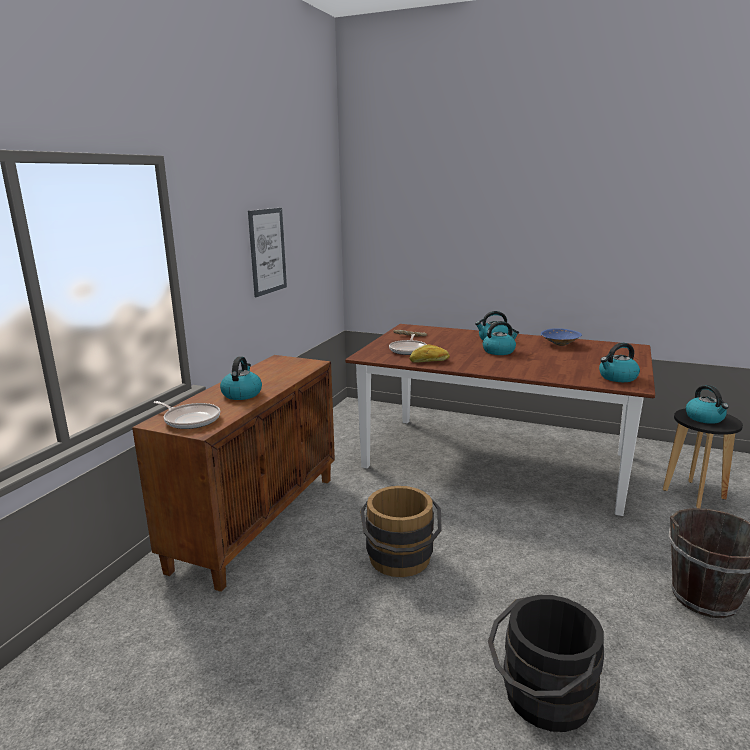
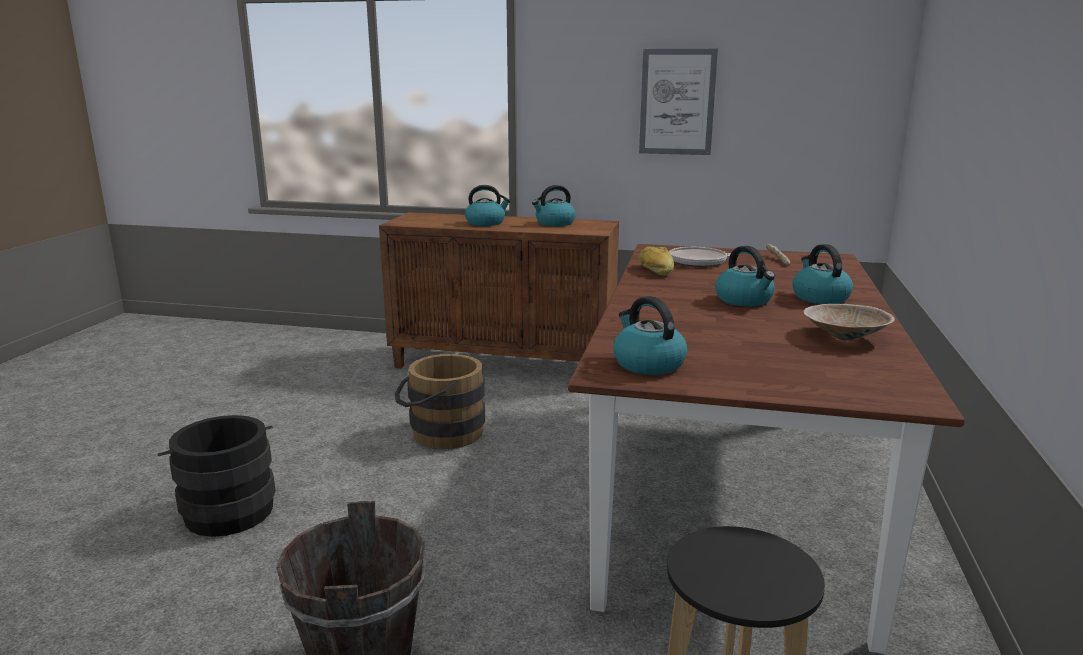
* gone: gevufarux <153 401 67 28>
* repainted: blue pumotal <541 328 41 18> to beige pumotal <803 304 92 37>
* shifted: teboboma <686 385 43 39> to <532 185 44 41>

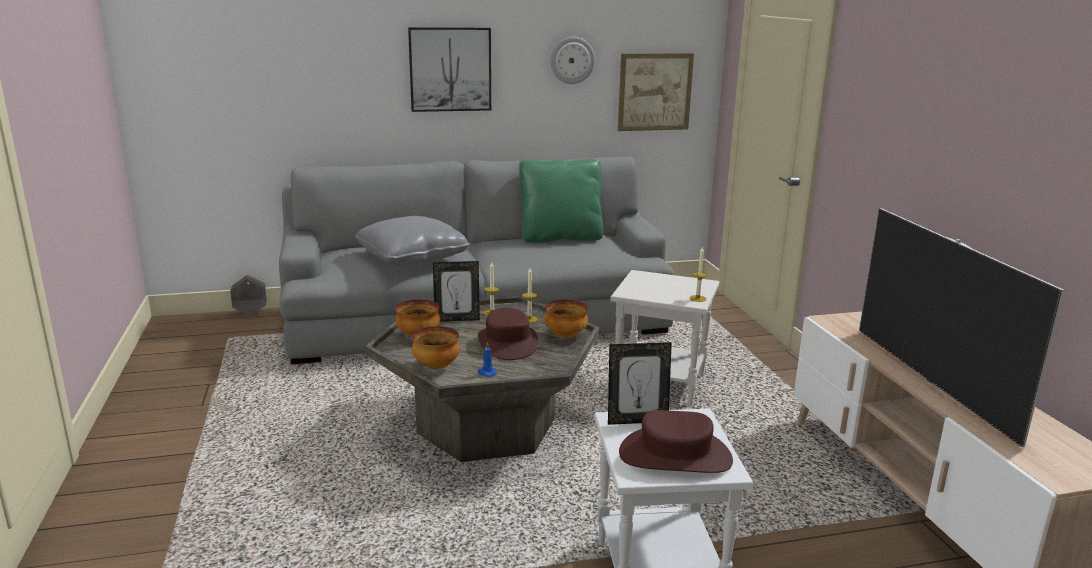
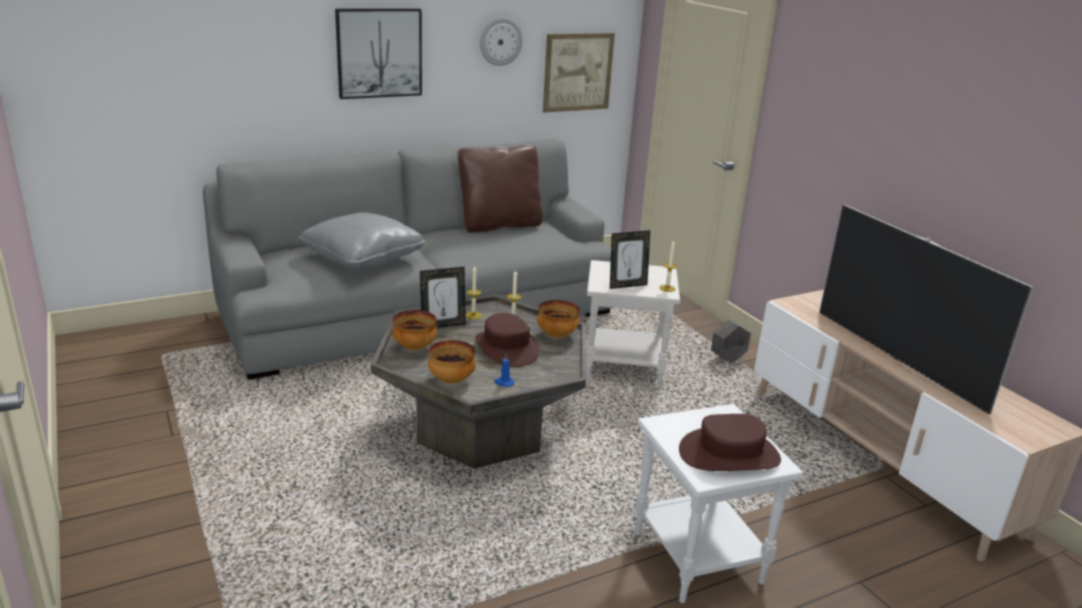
* shifted: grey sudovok <230 275 37 41> to <711 320 40 43>
* repainted: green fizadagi <519 159 85 84> to brown fizadagi <457 145 86 88>
* shifted: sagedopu <608 342 64 83> to <610 230 40 59>

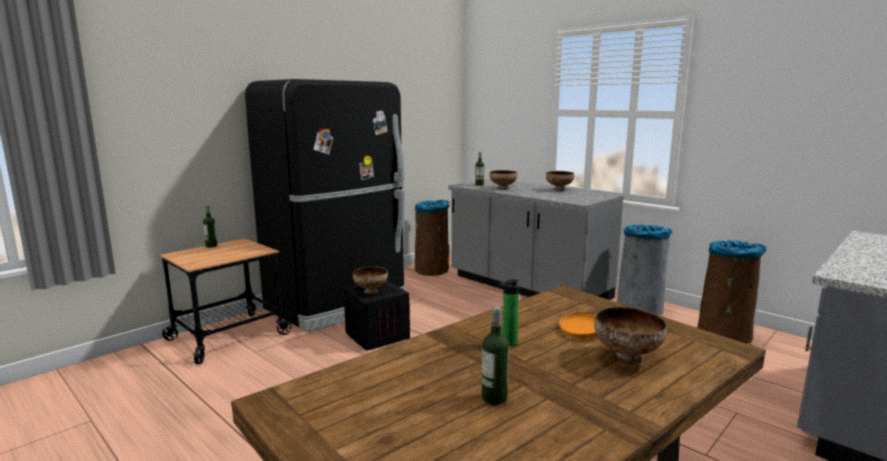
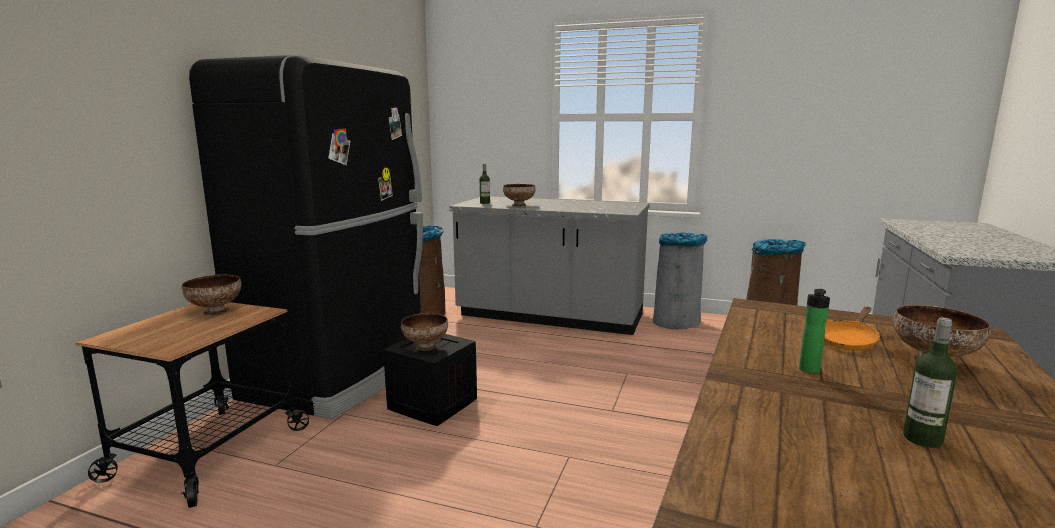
* gone: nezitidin <203 205 14 43>
* shifted: pumotal <546 171 28 20> to <182 275 59 40>

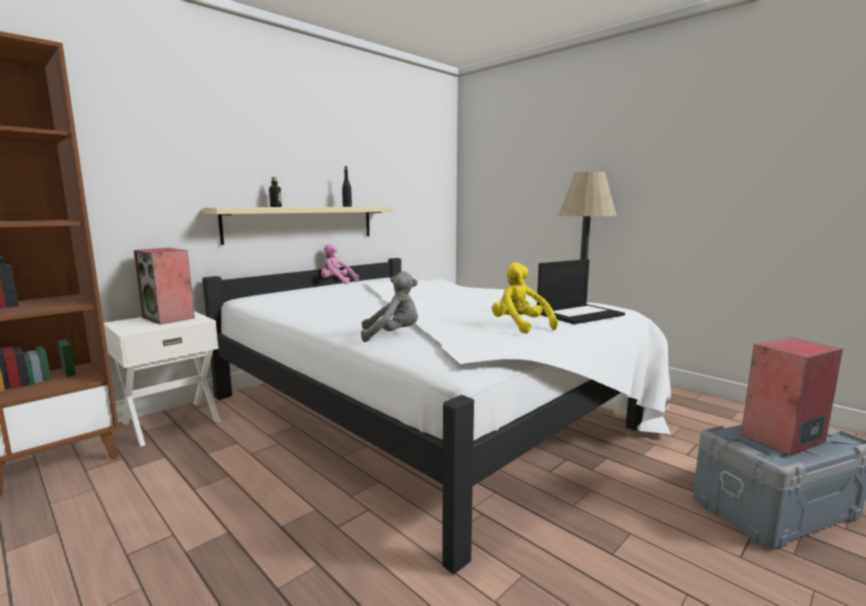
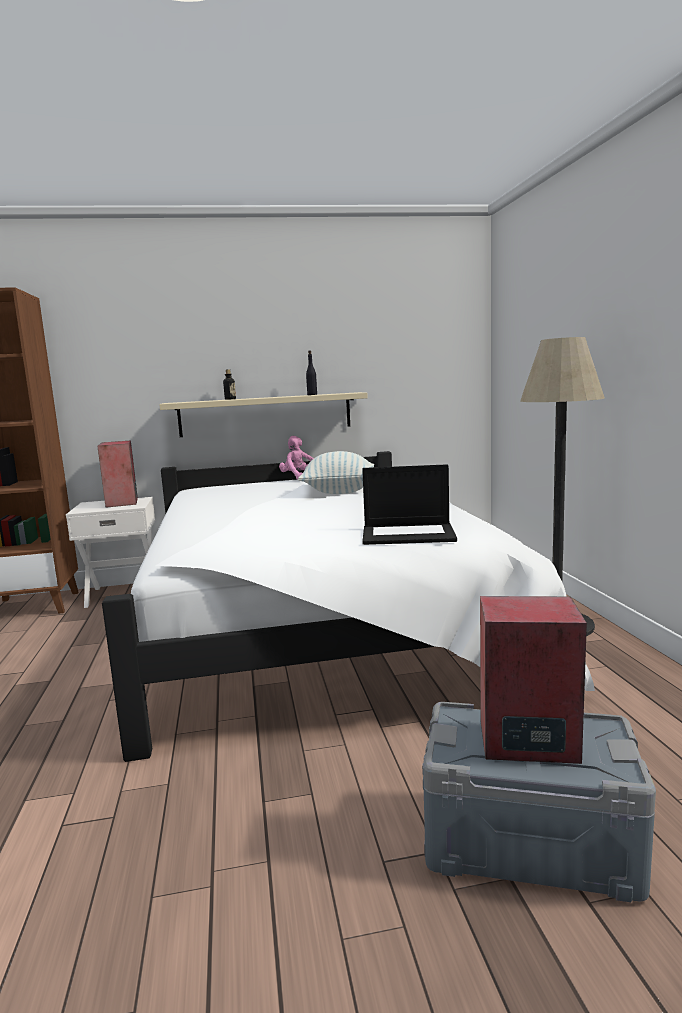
* gone: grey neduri <361 271 57 71>
* gone: yellow neduri <492 262 66 72>
* new: fizadagi <298 451 76 43>

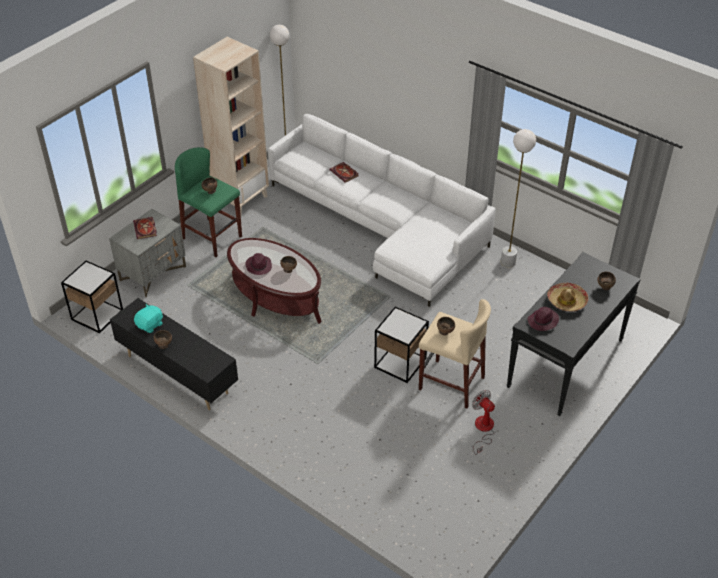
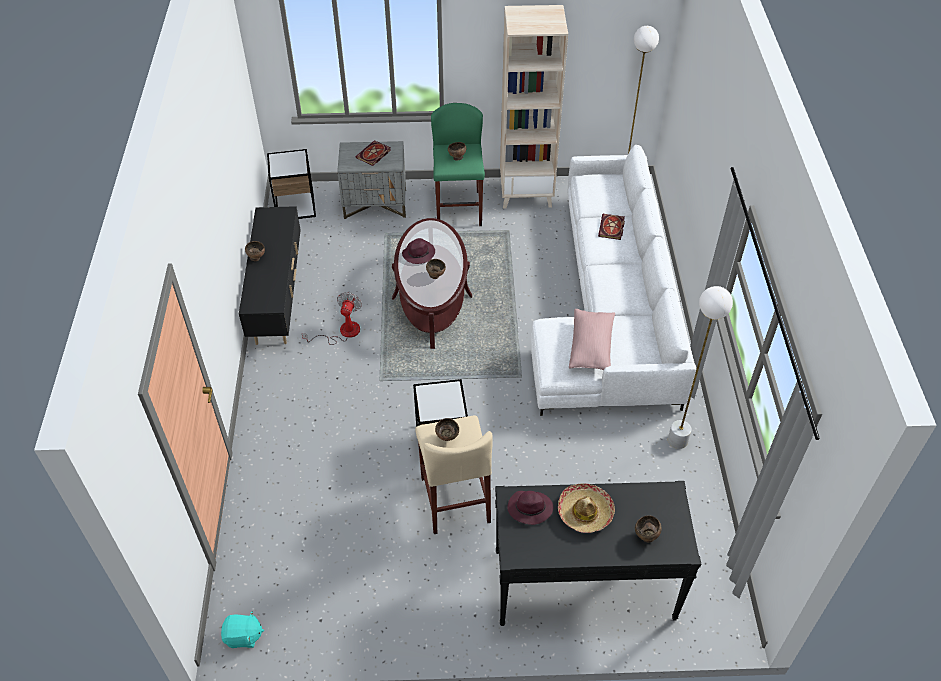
* shifted: turquoise neduri <134 304 29 29> to <221 611 43 37>
* shifted: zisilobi <472 390 23 65> to <302 292 60 53>
* new: pink fizadagi <569 309 46 61>

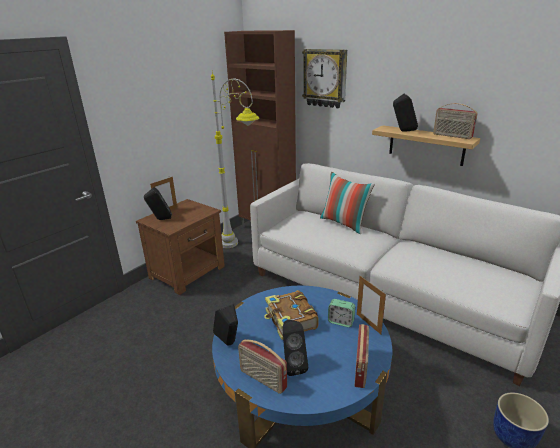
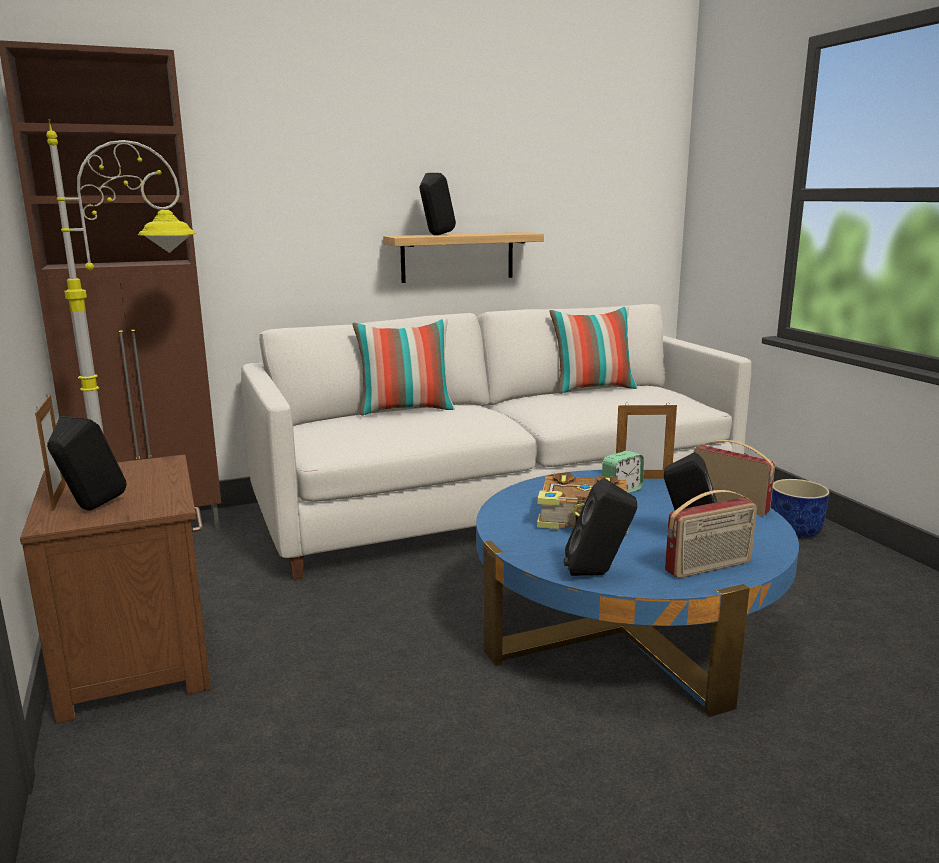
* gone: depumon <302 49 45 59>
* gone: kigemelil <433 103 45 36>
* new: fizadagi <549 306 88 88>

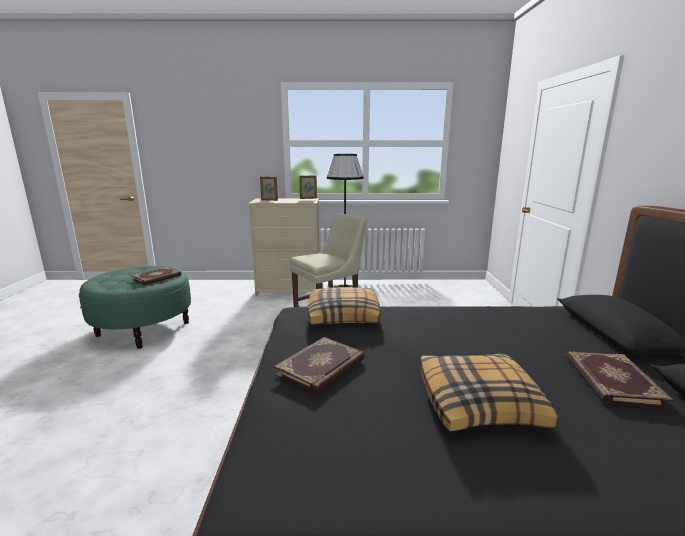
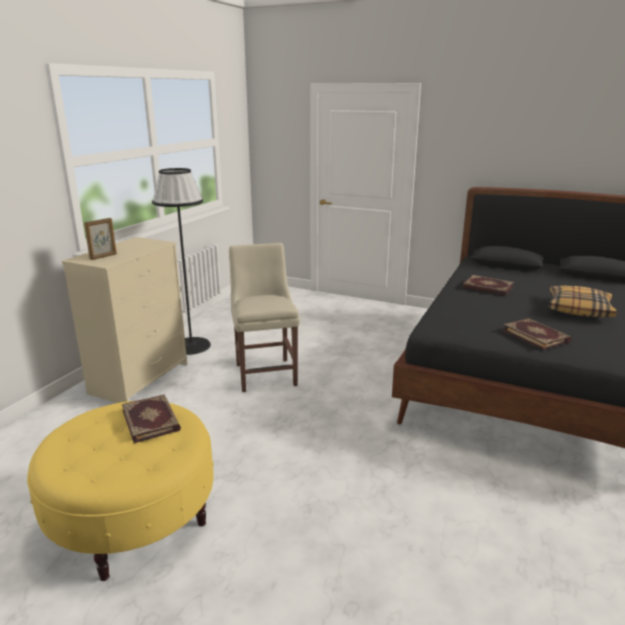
* repainted: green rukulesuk <79 266 112 83> to yellow rukulesuk <27 401 187 180>
* gone: sagedopu <299 175 18 24>
* gone: fizadagi <308 287 73 37>
* shifted: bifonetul <566 351 107 59> to <463 275 51 20>

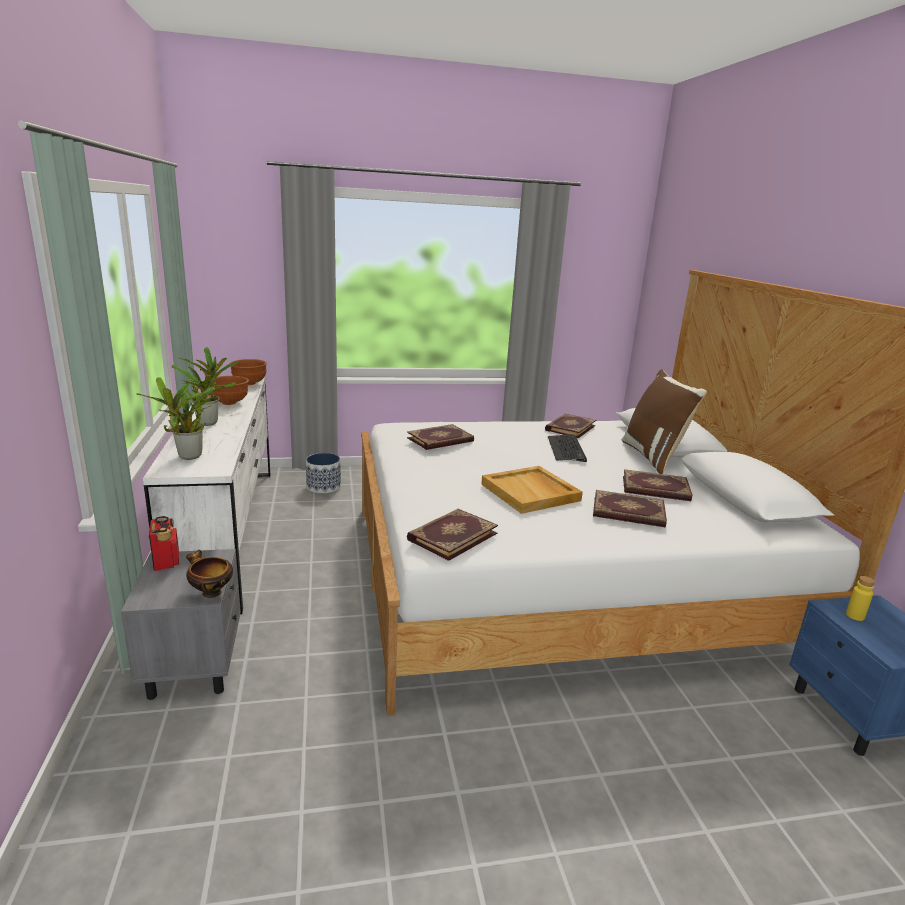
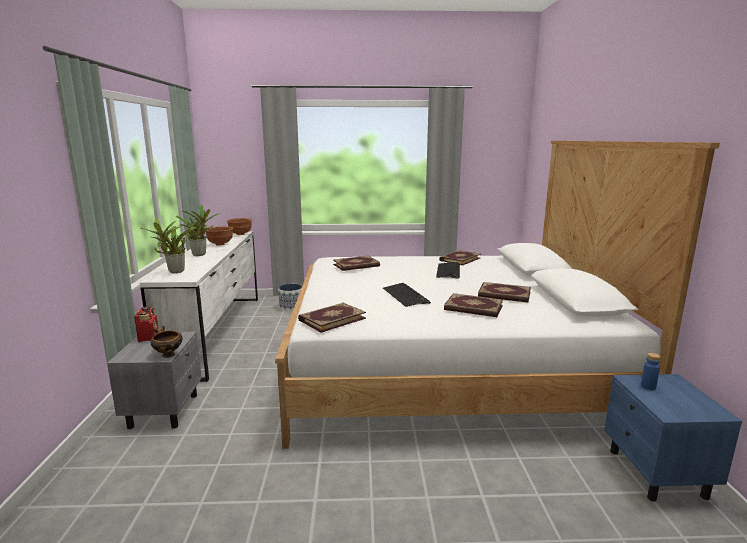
* swapped: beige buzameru <481 466 102 48> to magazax <383 283 48 24>
* gone: brown fizadagi <622 369 85 105>
* repainted: yellow nezitidin <846 576 29 45> to blue nezitidin <641 353 19 37>

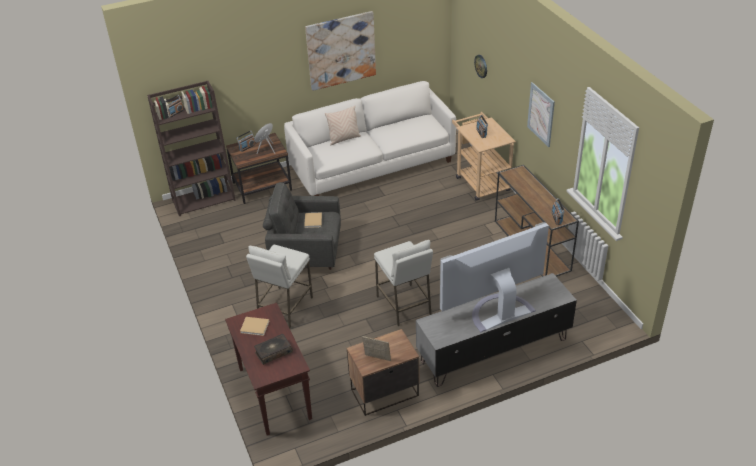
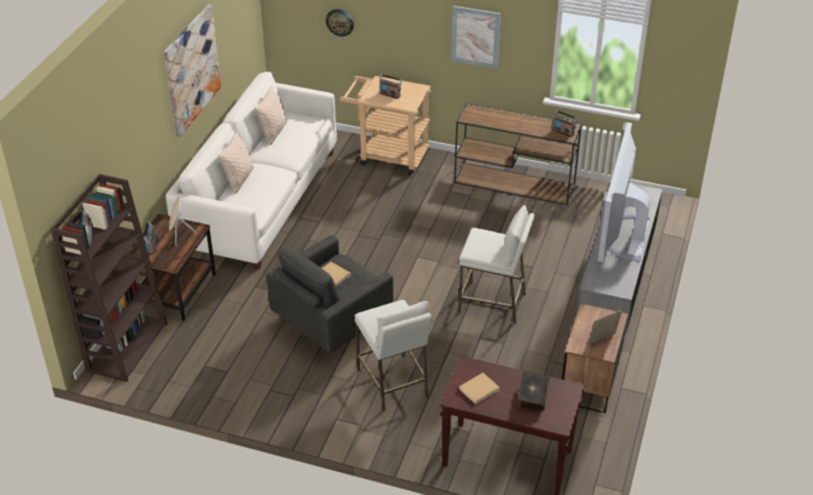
* new: beige fizadagi <254 86 33 59>

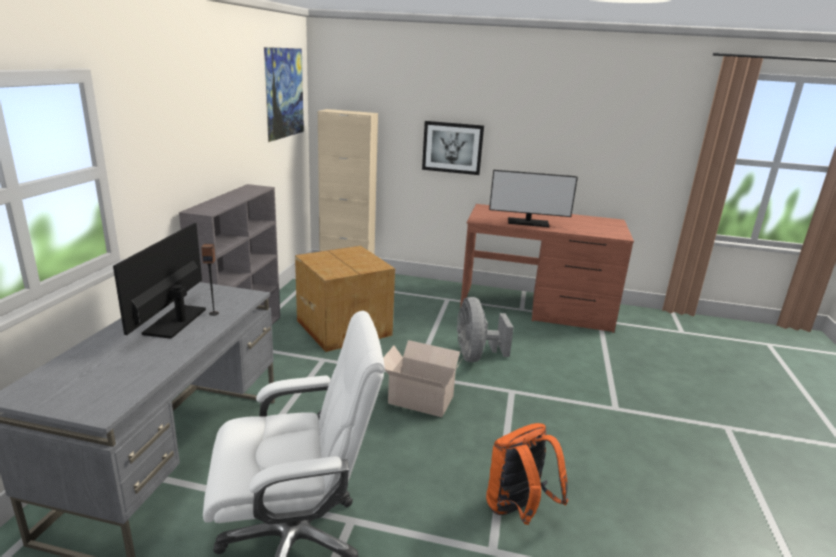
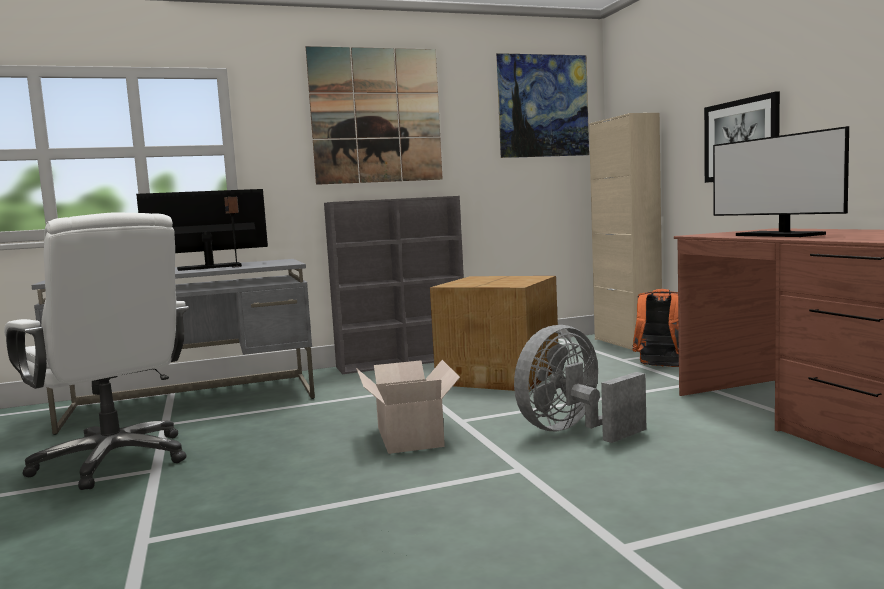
* shifted: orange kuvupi <486 423 82 102> to <632 289 47 78>
* new: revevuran <306 46 137 139>

